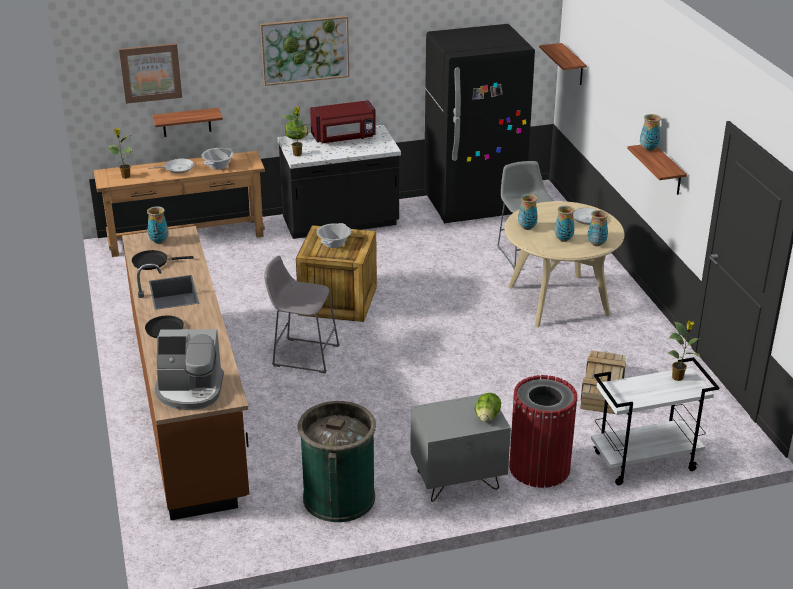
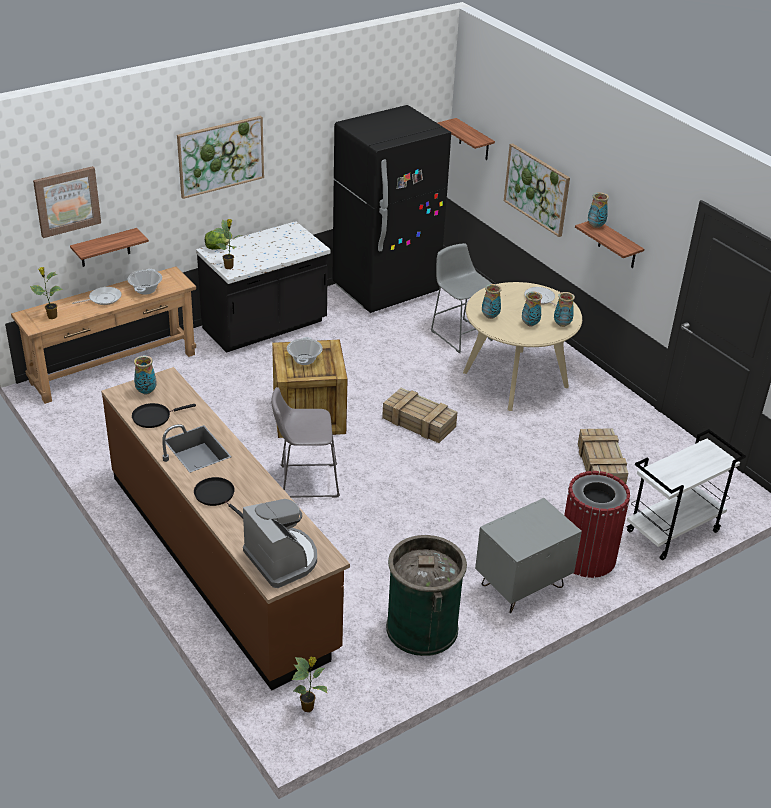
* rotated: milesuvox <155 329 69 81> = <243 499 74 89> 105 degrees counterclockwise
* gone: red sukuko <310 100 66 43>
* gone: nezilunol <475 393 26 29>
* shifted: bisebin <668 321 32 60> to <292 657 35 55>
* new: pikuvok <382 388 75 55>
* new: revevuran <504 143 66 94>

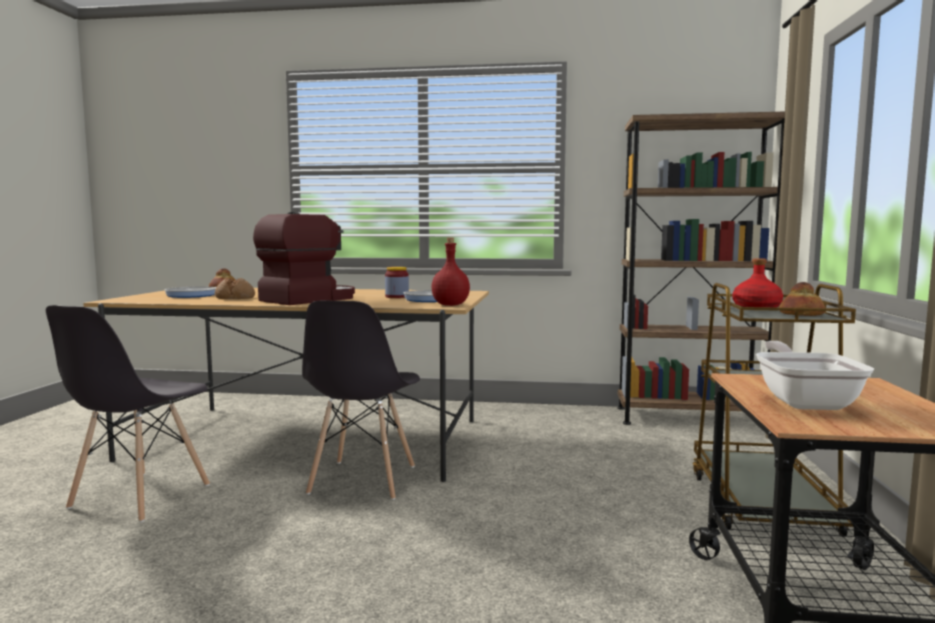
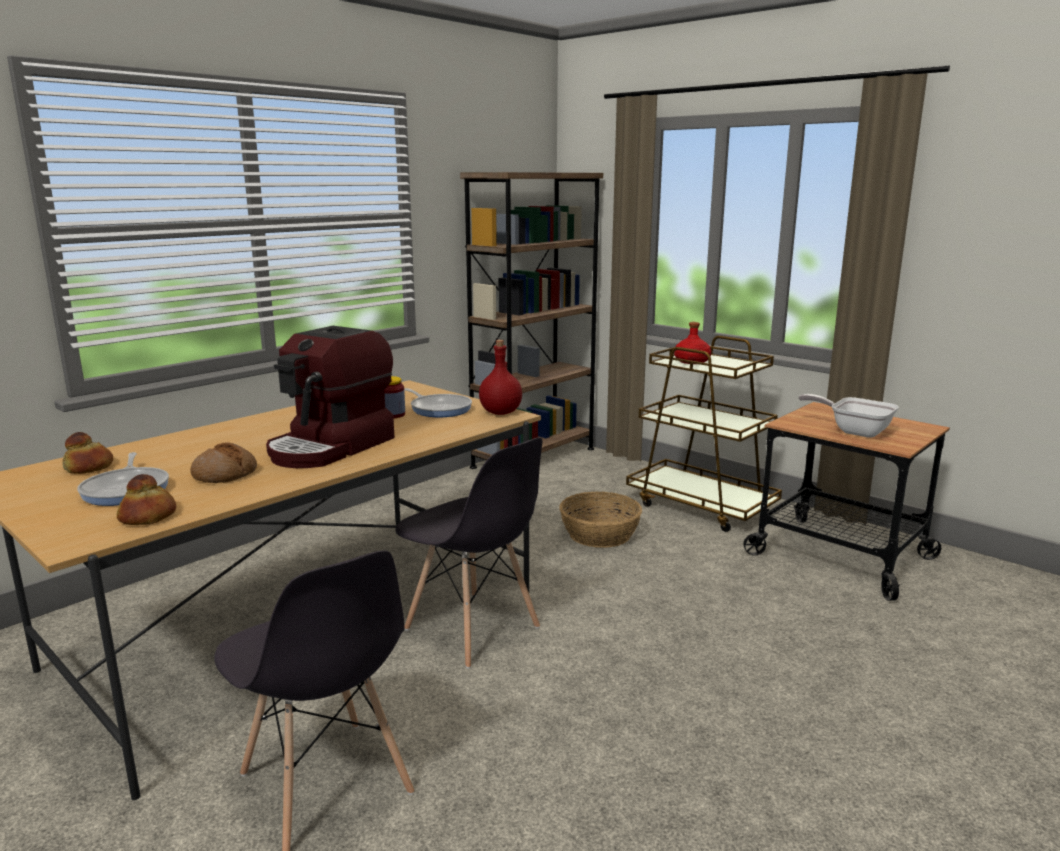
* rotated: milesuvox <253 212 102 93> = <266 326 128 142> 135 degrees counterclockwise
* shifted: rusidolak <779 282 46 34> to <117 474 59 51>
* new: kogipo <559 492 83 56>

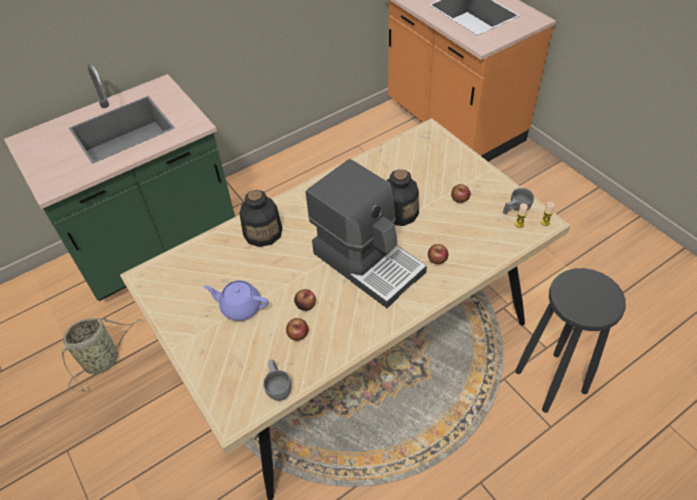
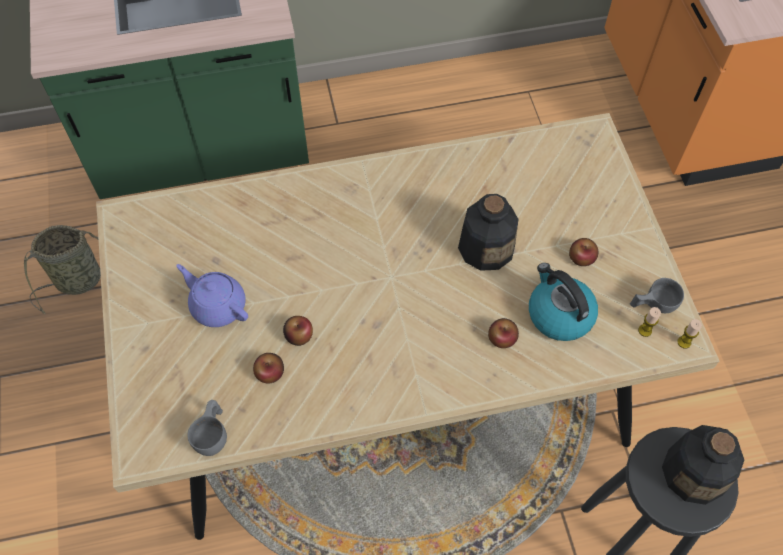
* shifted: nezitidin <239 190 43 57> to <662 425 82 80>
* gone: milesuvox <306 159 121 149>
* new: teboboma <529 263 69 78>

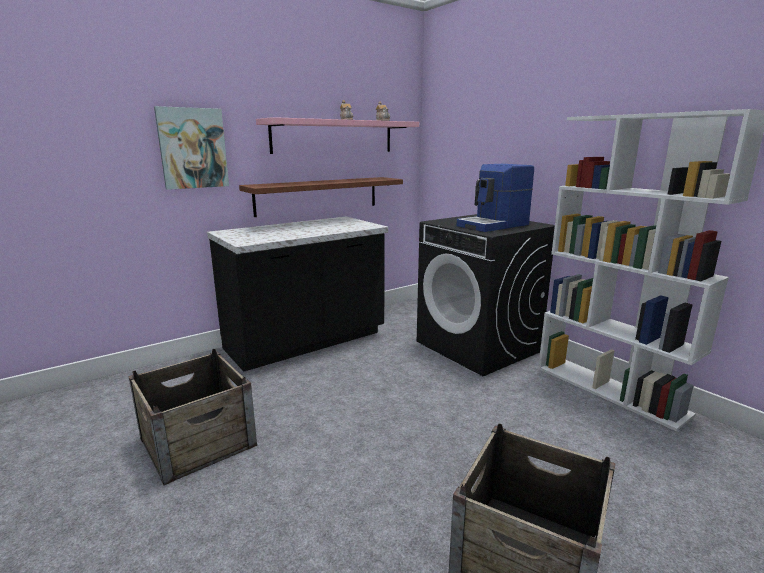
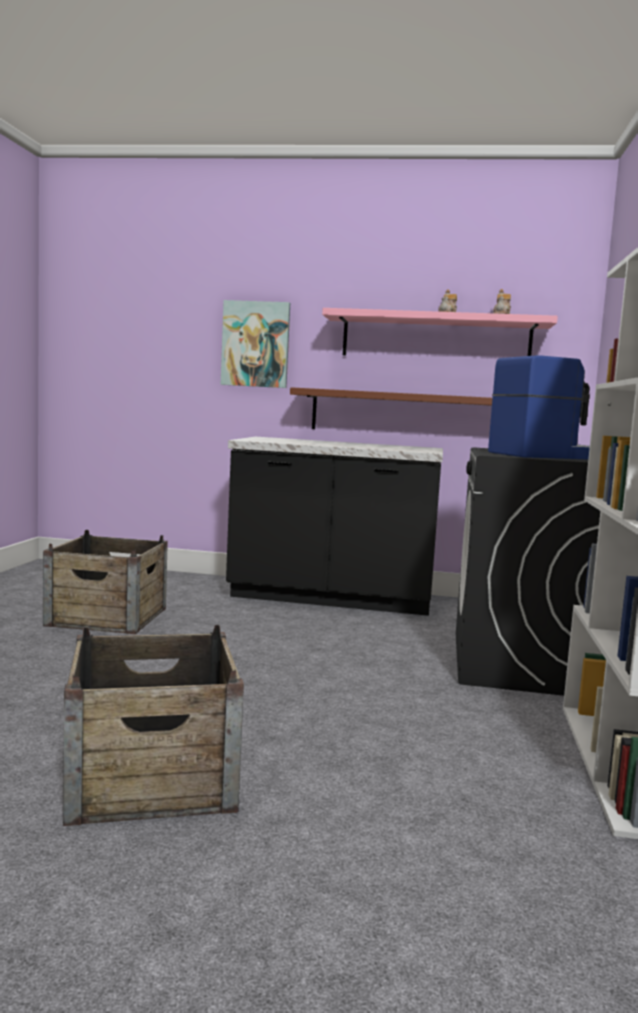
* rotated: milesuvox <457 164 77 68> = <488 355 102 104> 150 degrees clockwise

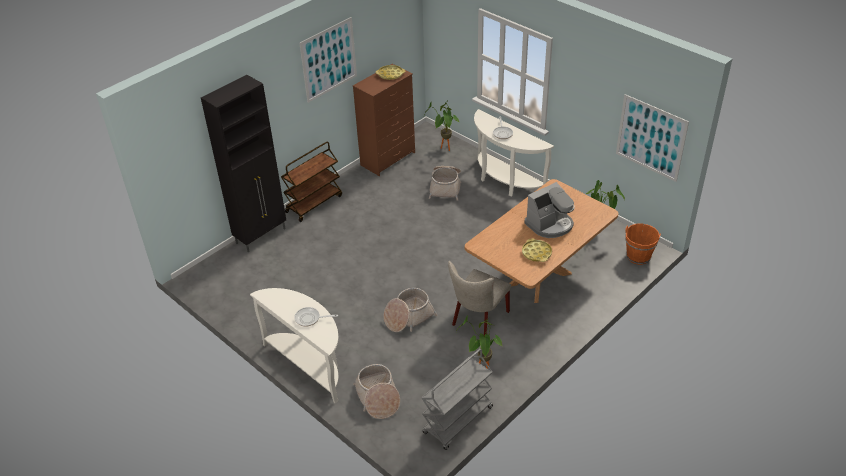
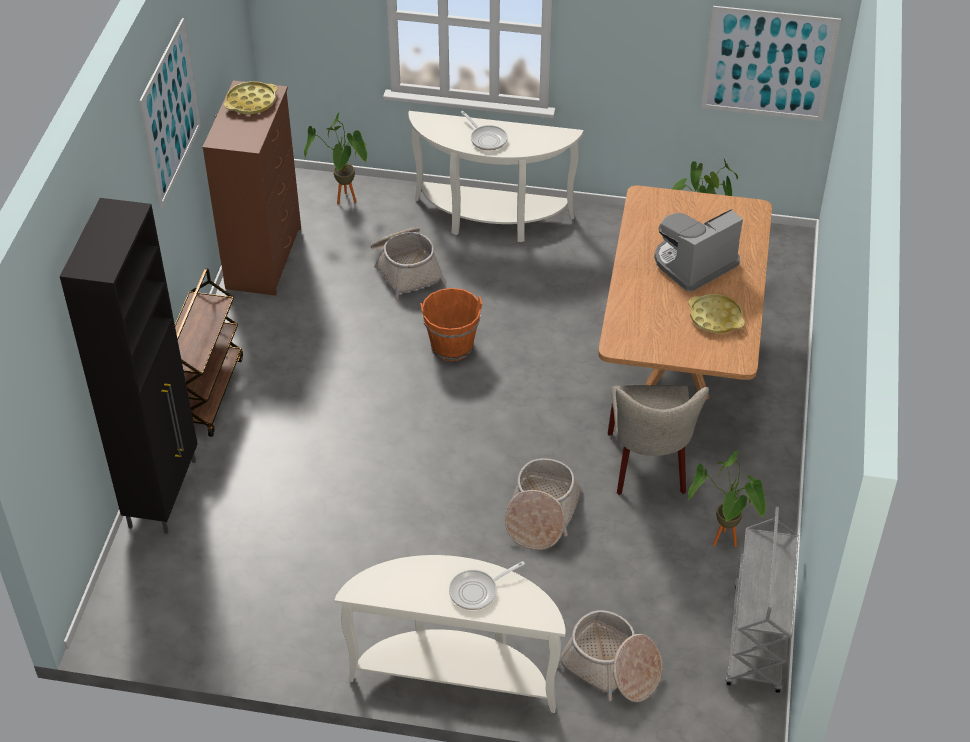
* rotated: milesuvox <524 182 50 56> = <654 209 89 83> 150 degrees counterclockwise
* shifted: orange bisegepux <625 224 36 41> to <420 288 62 73>

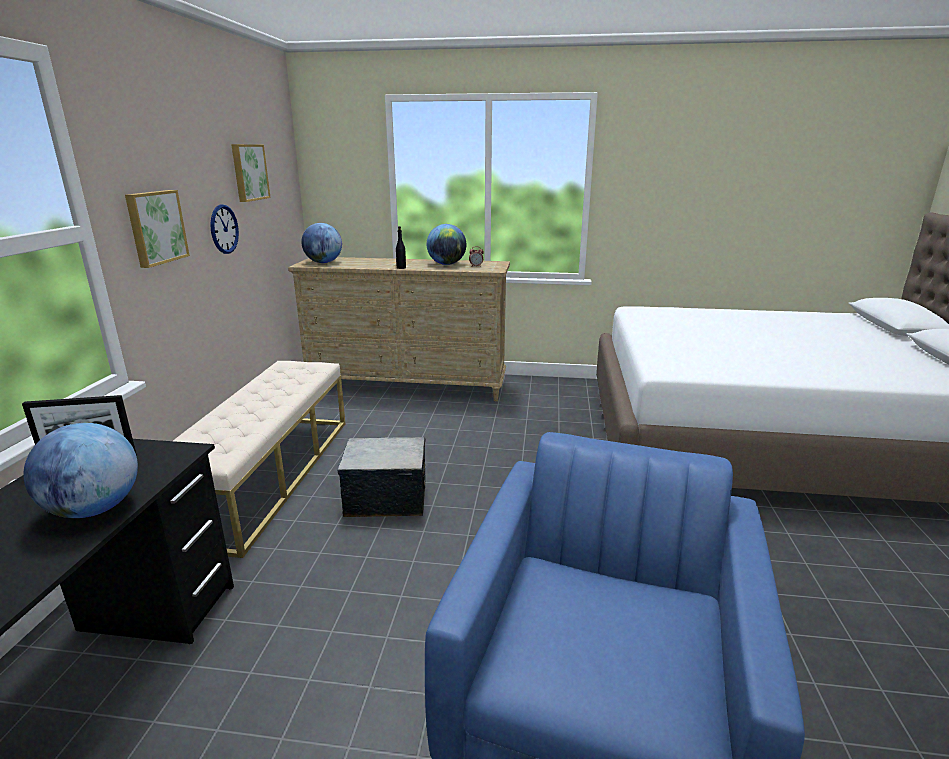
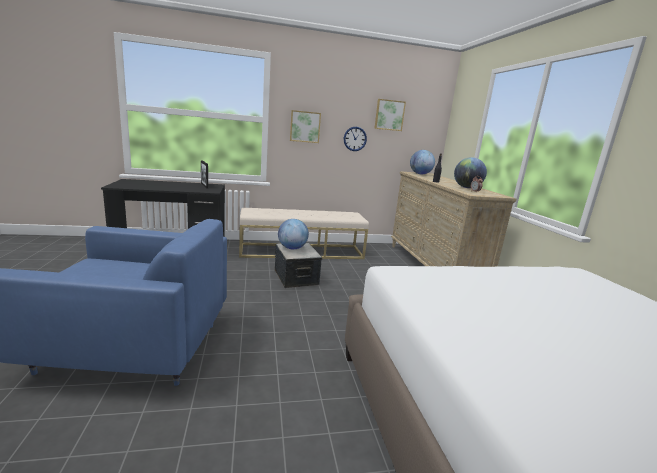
* shifted: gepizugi <23 423 115 95> to <278 219 31 30>

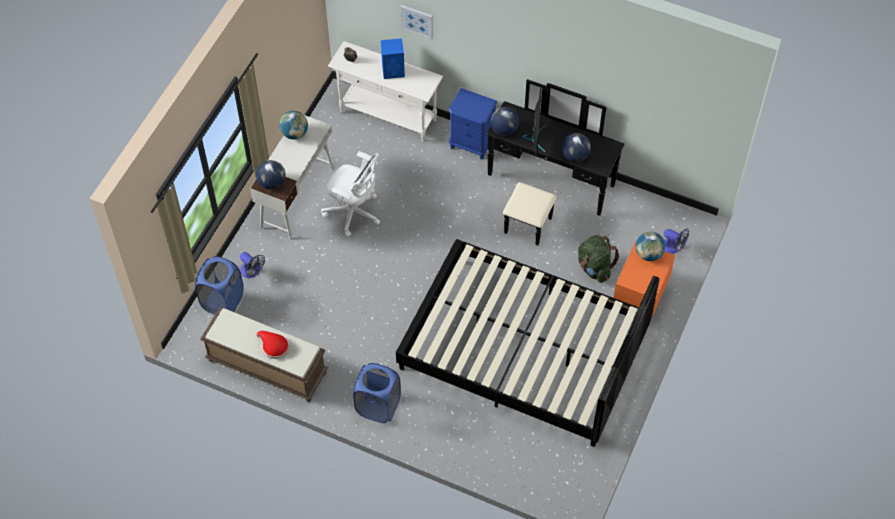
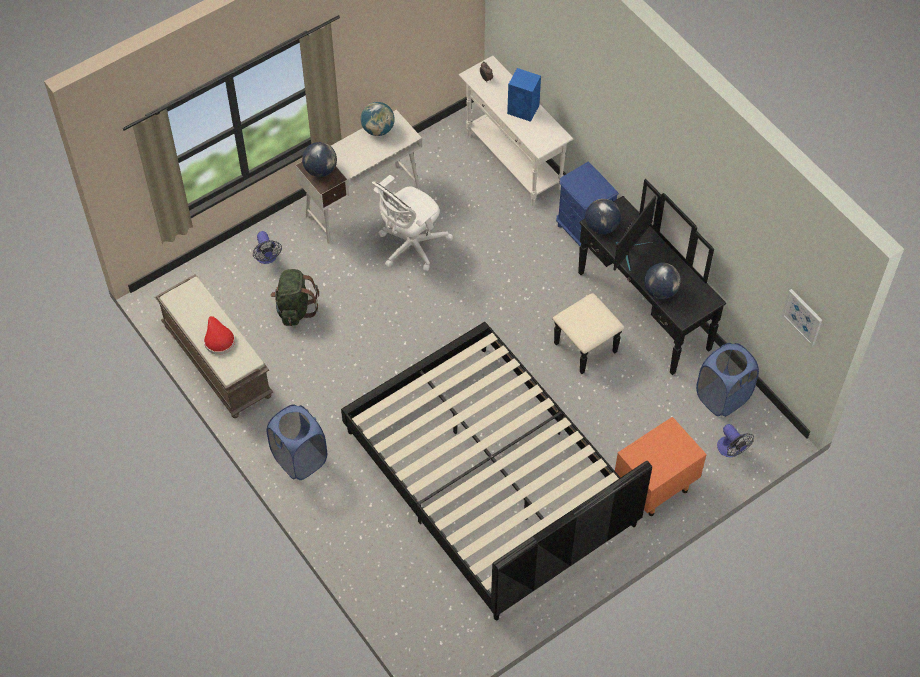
* shifted: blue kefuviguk <195 256 49 59> to <696 343 63 74>
* rotated: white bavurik <321 151 59 86> = <372 175 81 96> 75 degrees clockwise
* shifted: revevuran <400 5 33 35> to <782 289 40 57>
* shifted: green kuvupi <578 235 41 48> to <271 269 48 57>
* gone: gepizugi <635 231 30 30>

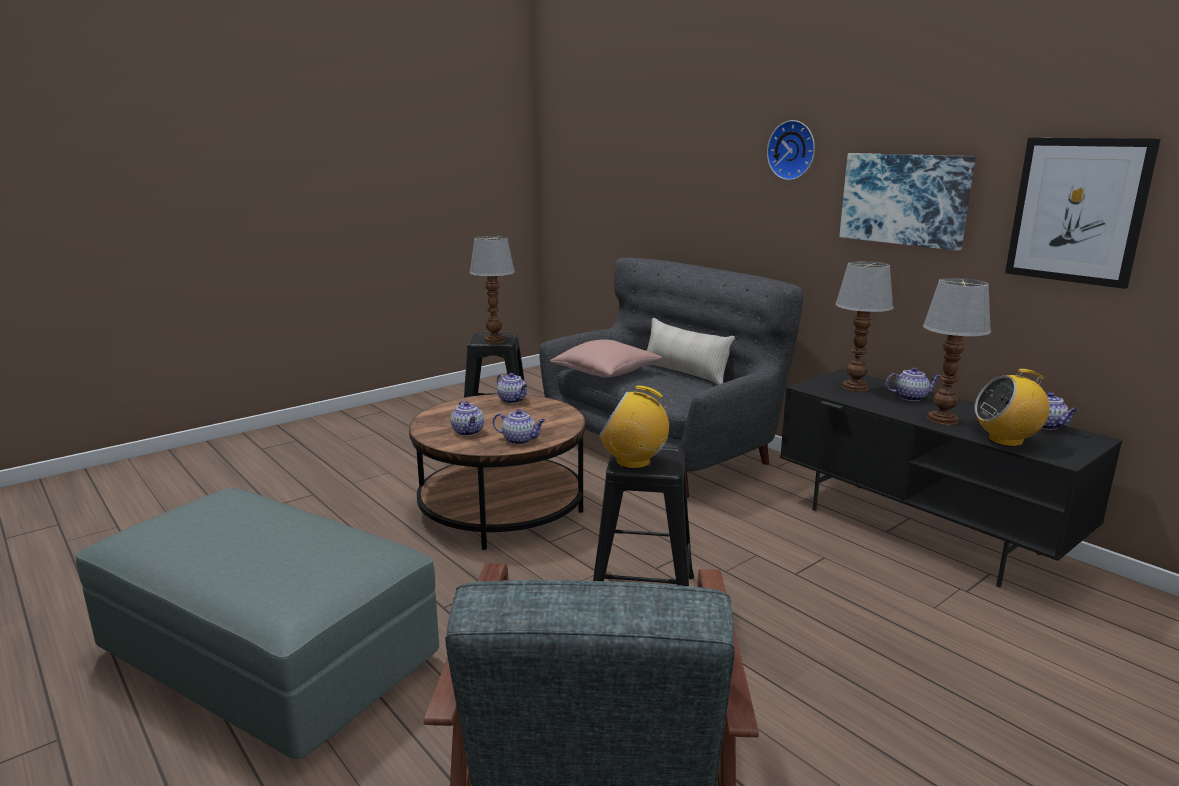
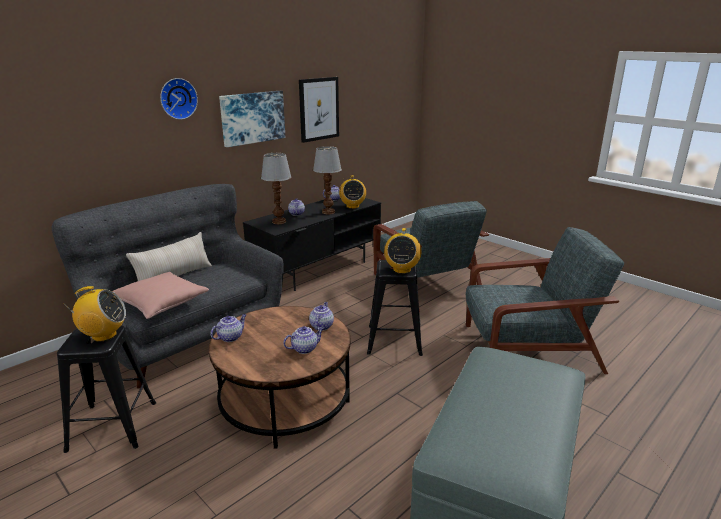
* swapped: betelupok <469 236 46 108> to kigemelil <63 286 63 55>
* new: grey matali <373 201 116 111>

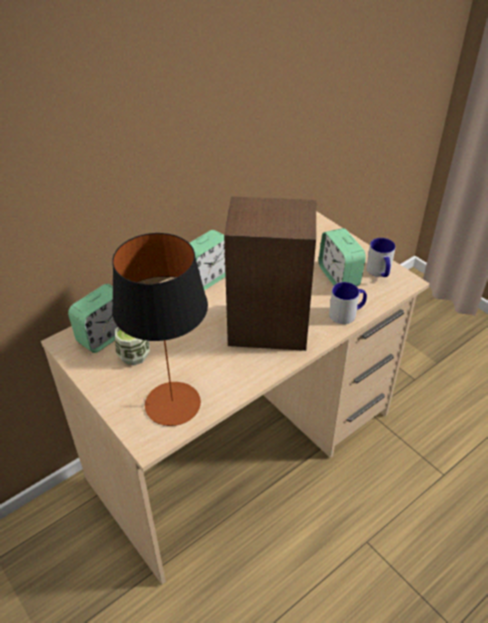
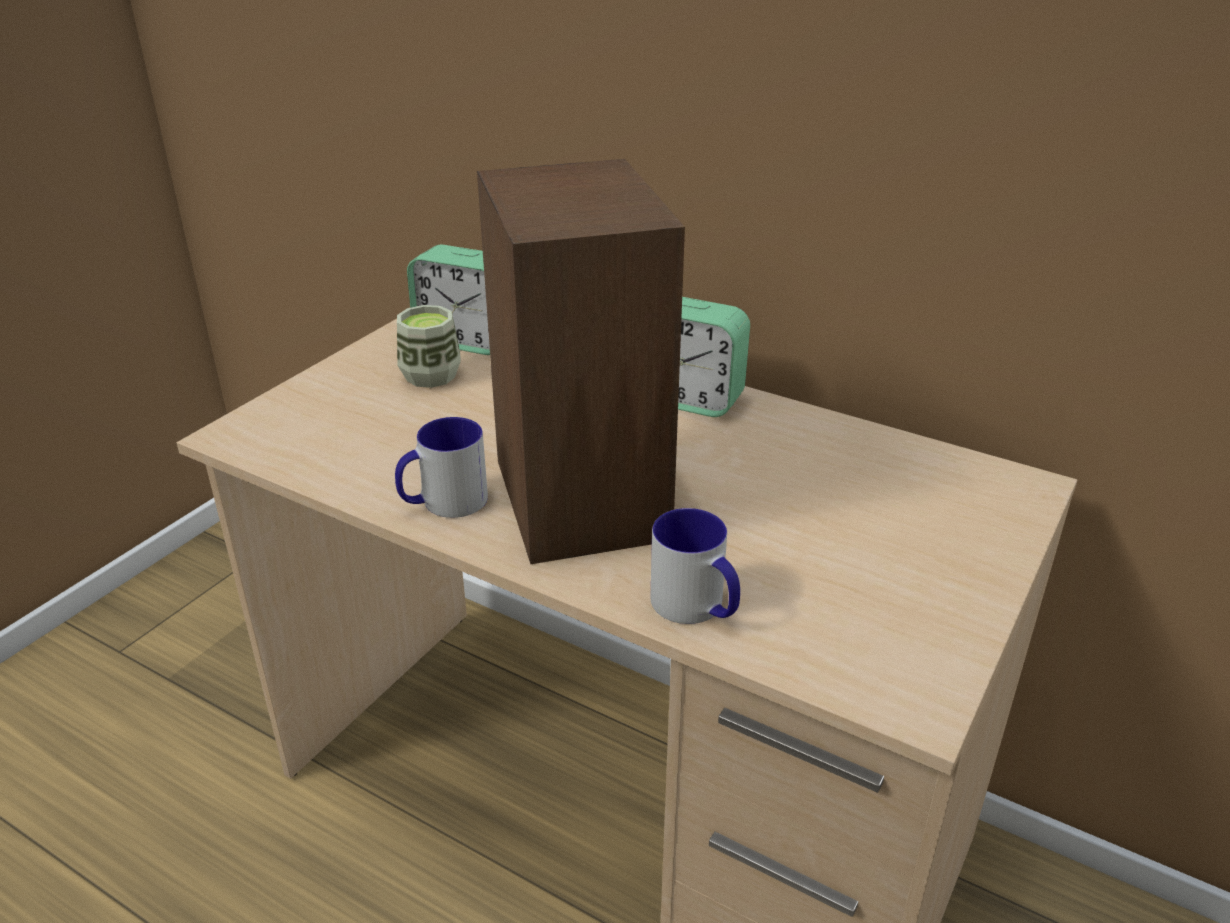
* gone: betelupok <112 233 96 193>
* gone: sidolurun <318 228 48 58>
* shifted: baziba <366 238 30 39> to <395 417 93 101>

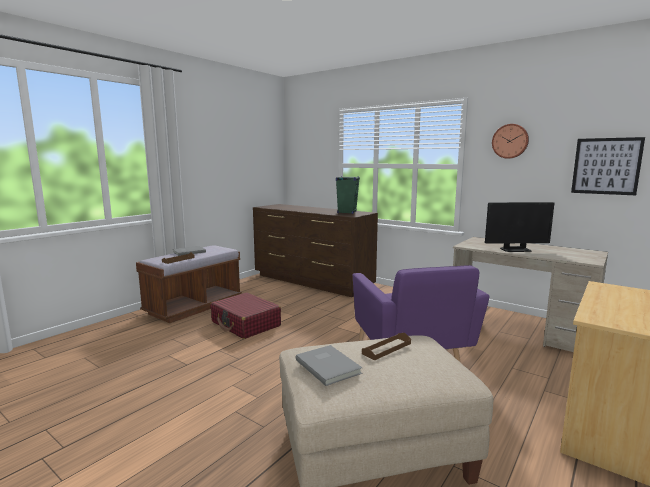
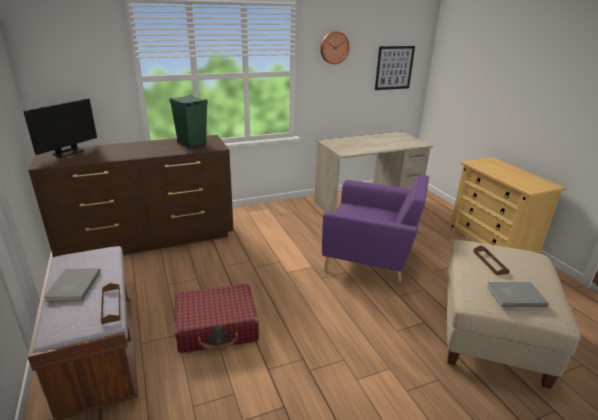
* shifted: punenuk <485 202 69 50> to <24 98 73 59>

